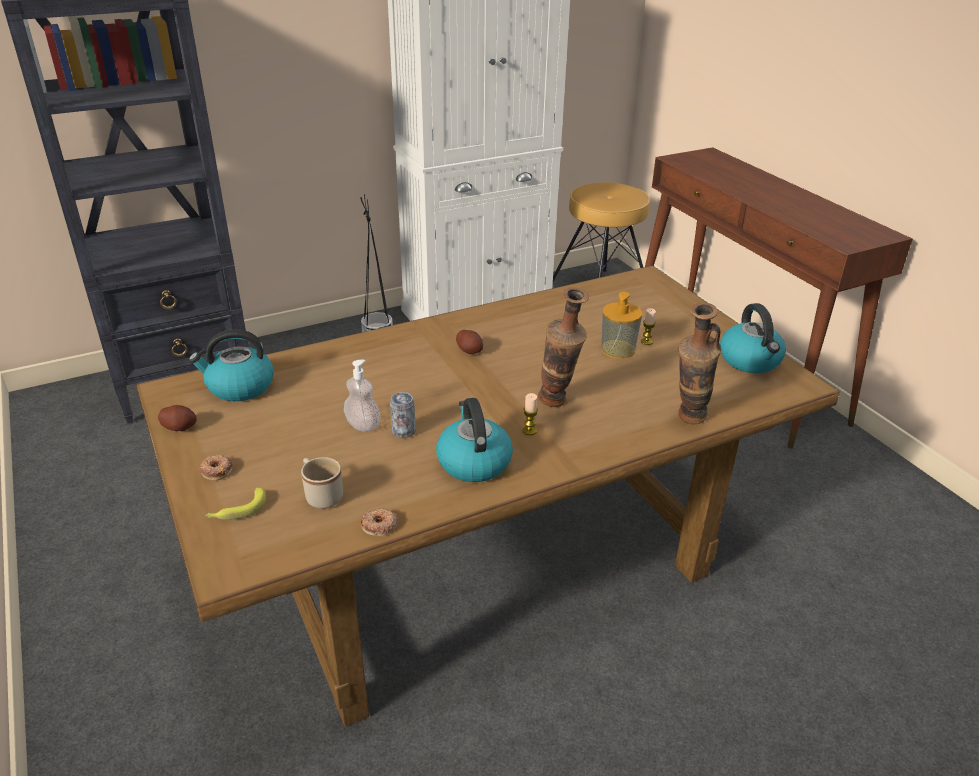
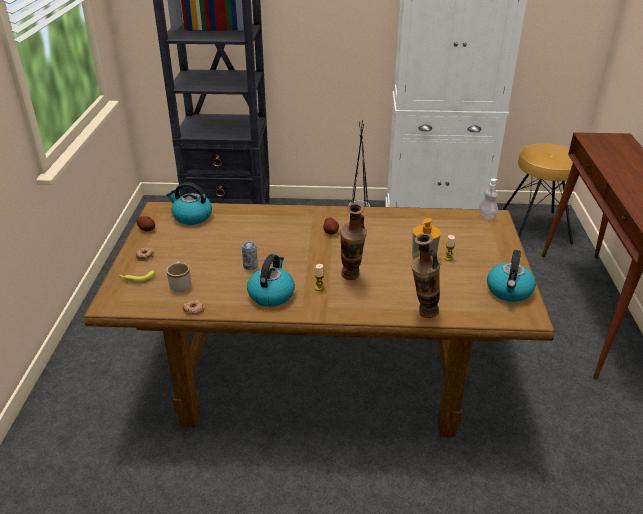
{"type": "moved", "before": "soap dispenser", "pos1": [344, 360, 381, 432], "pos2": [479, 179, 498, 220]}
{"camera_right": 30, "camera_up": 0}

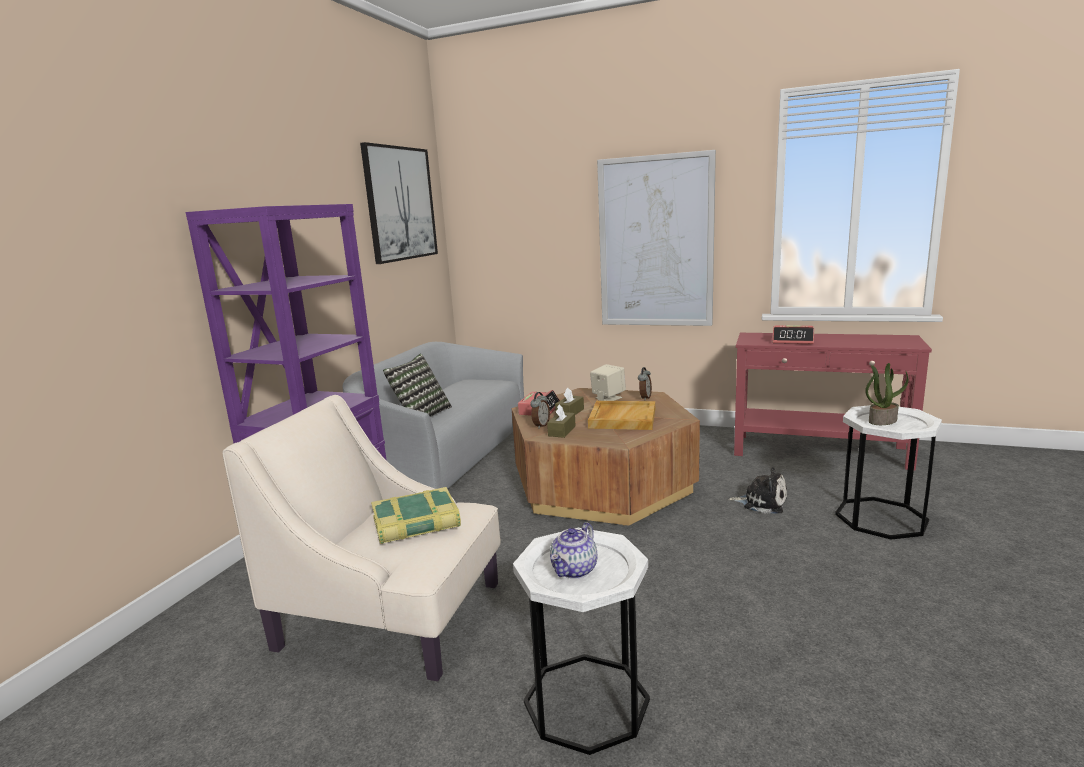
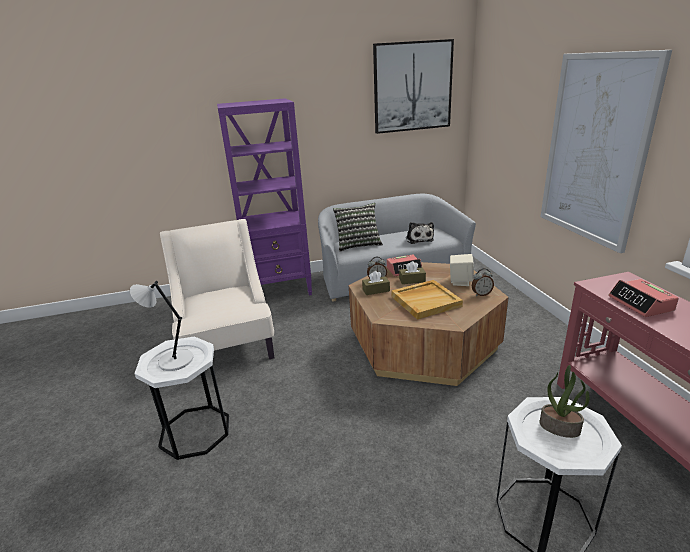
{"type": "removed", "before": "bound book", "pos1": [371, 487, 461, 544]}
{"type": "moved", "before": "plush toy", "pos1": [728, 467, 787, 514], "pos2": [406, 222, 434, 244]}
{"type": "replaced", "before": "teapot", "after": "greyish lamp for a table", "pos1": [550, 522, 597, 579], "pos2": [130, 281, 193, 371]}
{"camera_right": 55, "camera_up": 10}

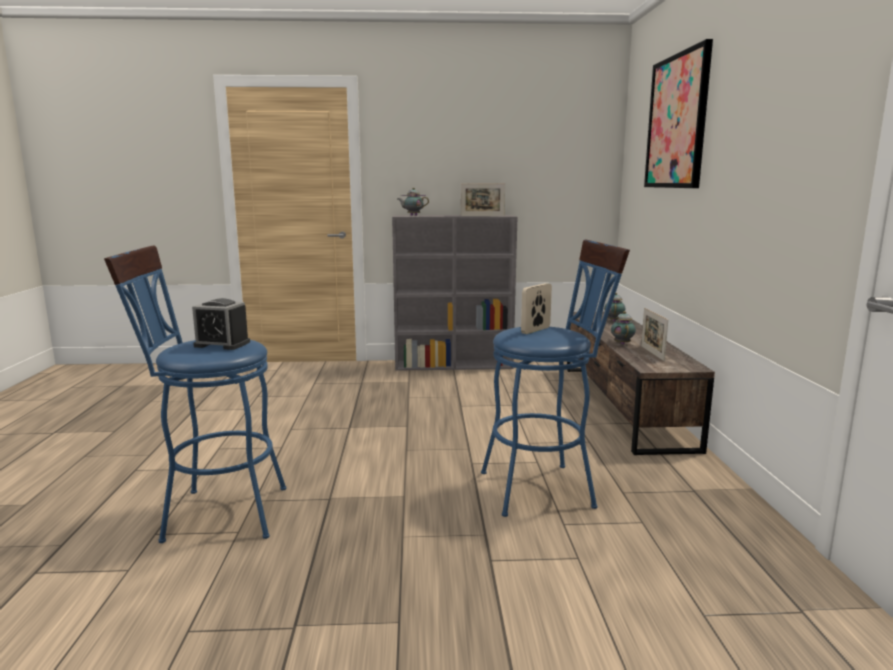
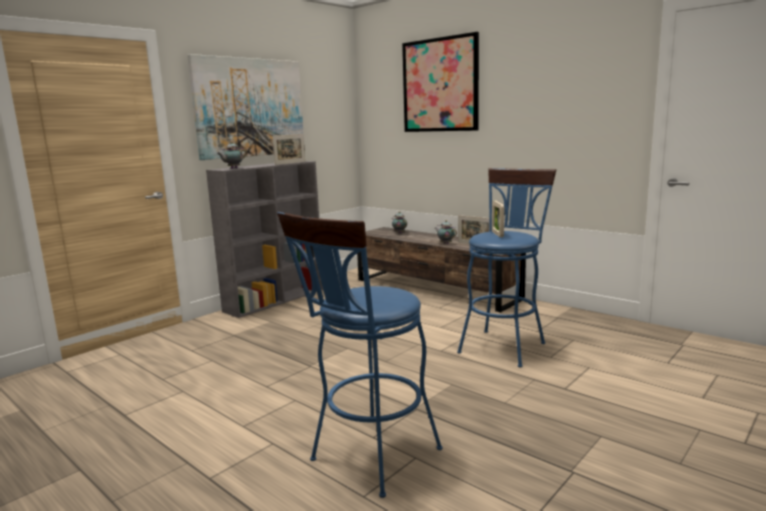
{"type": "removed", "before": "alarm clock", "pos1": [192, 298, 250, 350]}
{"type": "added", "after": "wall art", "pos2": [187, 54, 305, 160]}
{"camera_right": -45, "camera_up": 0}

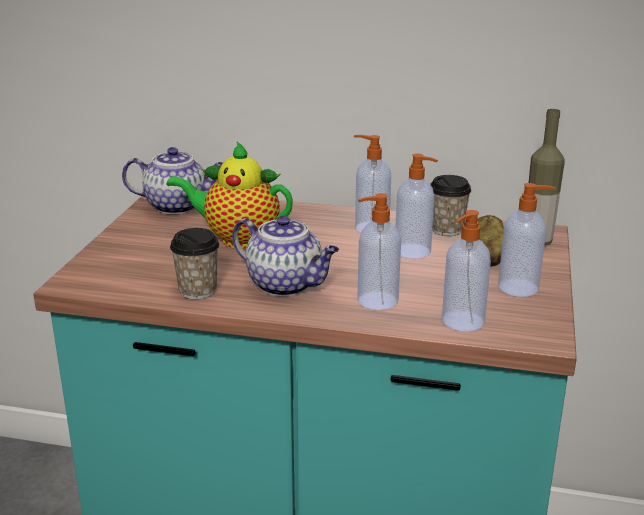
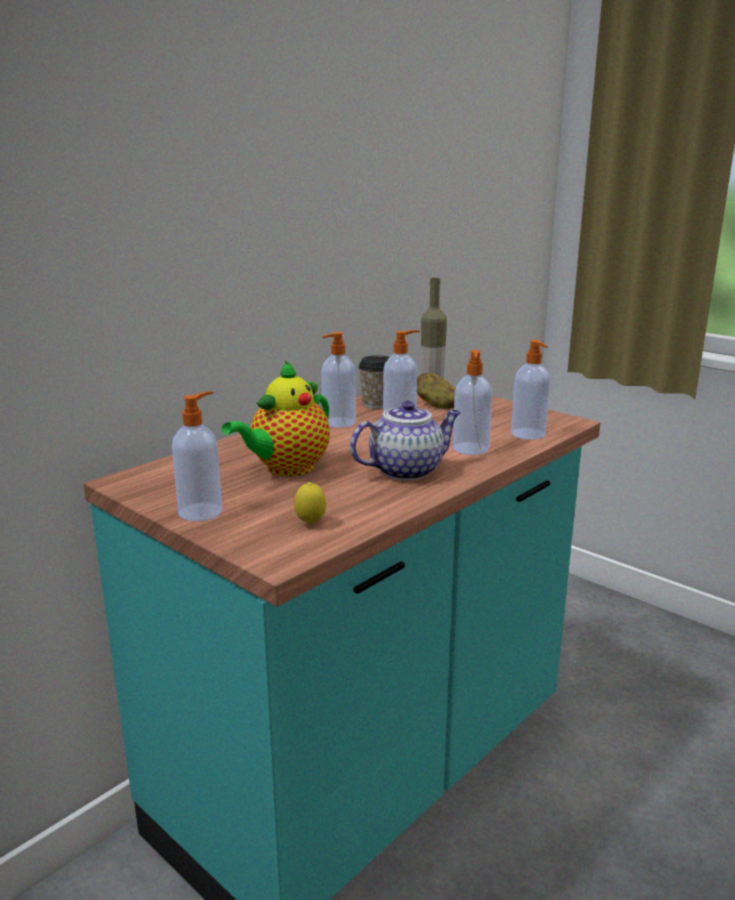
{"type": "removed", "before": "teapot", "pos1": [122, 147, 223, 214]}
{"type": "removed", "before": "small cup", "pos1": [170, 228, 219, 299]}
{"type": "added", "after": "citrus fruit", "pos2": [294, 482, 326, 525]}
{"type": "moved", "before": "soap dispenser", "pos1": [498, 183, 556, 297], "pos2": [172, 391, 222, 521]}
{"camera_right": -60, "camera_up": -5}

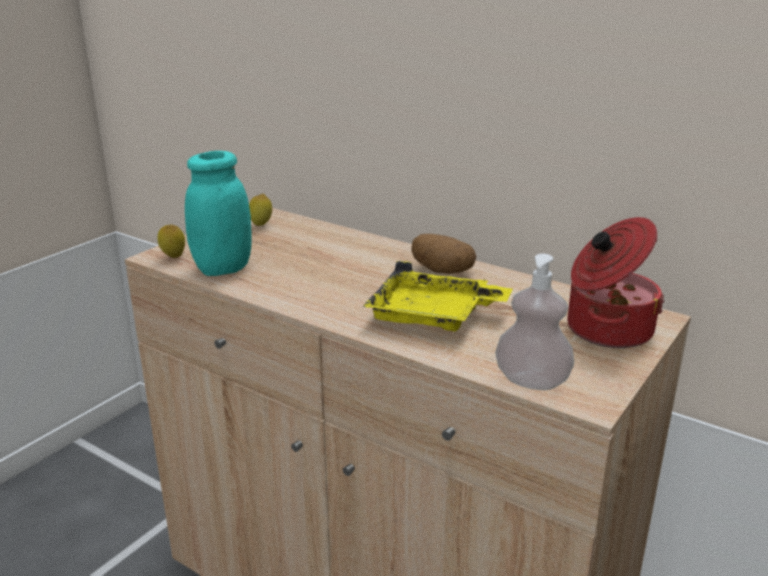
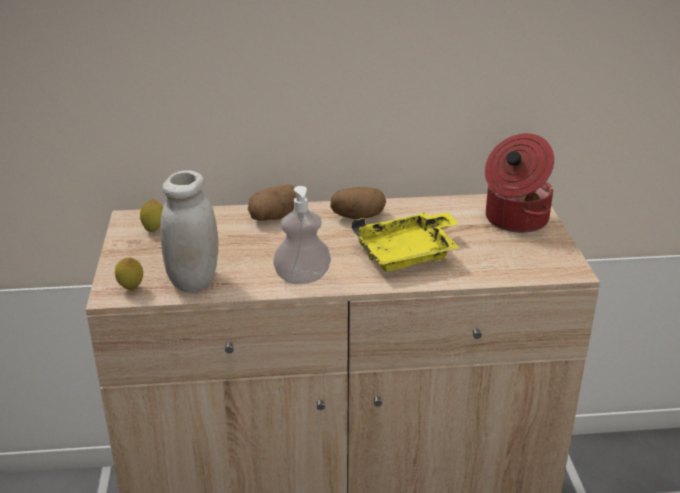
{"type": "added", "after": "potato", "pos2": [248, 185, 297, 221]}
{"type": "moved", "before": "soap dispenser", "pos1": [495, 254, 574, 390], "pos2": [273, 186, 331, 284]}
{"type": "recoloured", "before": "blue-green storage jar", "after": "white storage jar", "pos1": [185, 151, 252, 276], "pos2": [160, 170, 218, 293]}
{"camera_right": -40, "camera_up": 5}

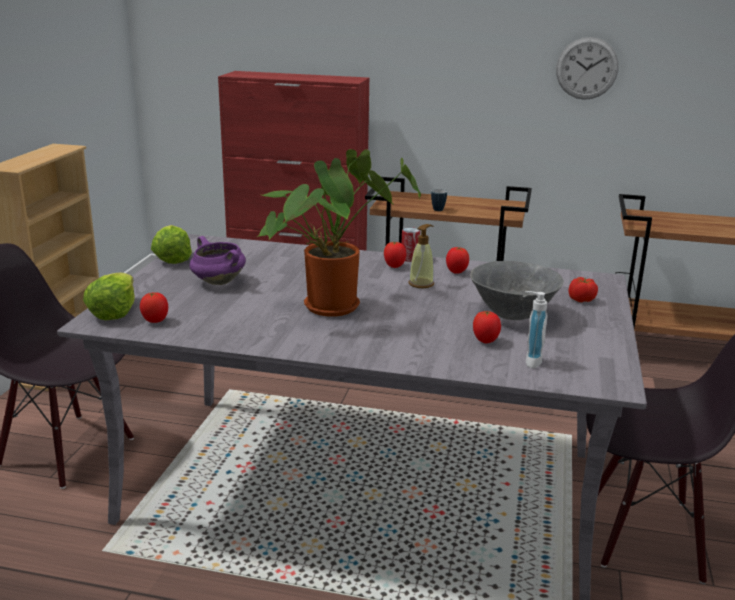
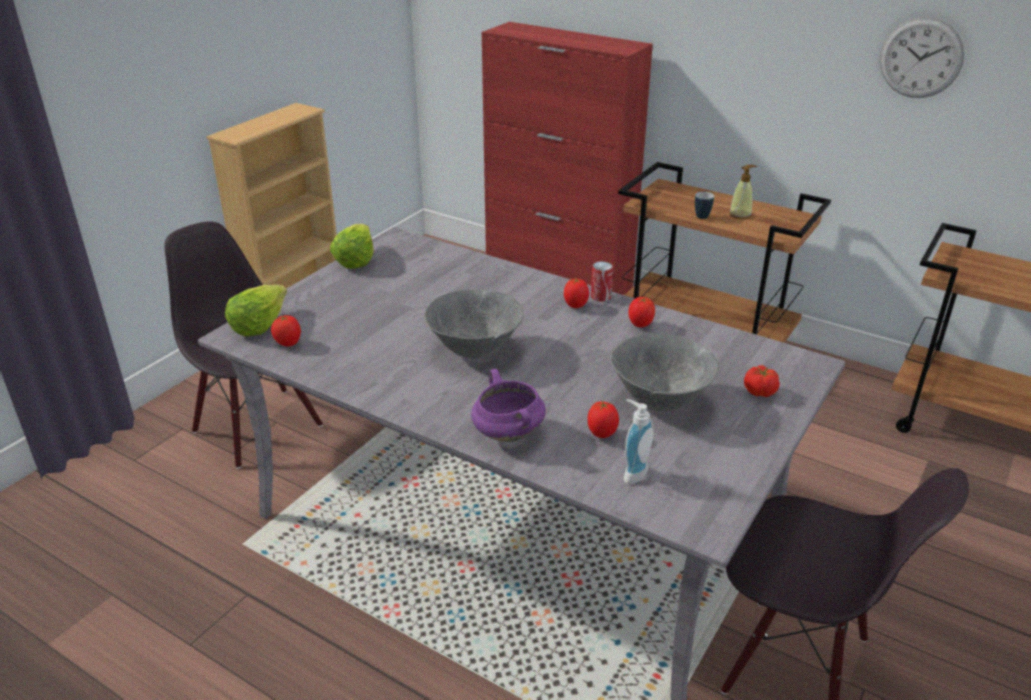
{"type": "moved", "before": "purplish stockpot", "pos1": [190, 236, 246, 285], "pos2": [471, 369, 546, 442]}
{"type": "moved", "before": "soap dispenser", "pos1": [408, 224, 434, 288], "pos2": [729, 165, 757, 219]}
{"type": "replaced", "before": "plant in a pot", "after": "greyish serving bowl", "pos1": [257, 149, 421, 317], "pos2": [424, 289, 524, 359]}
{"camera_right": 20, "camera_up": 10}

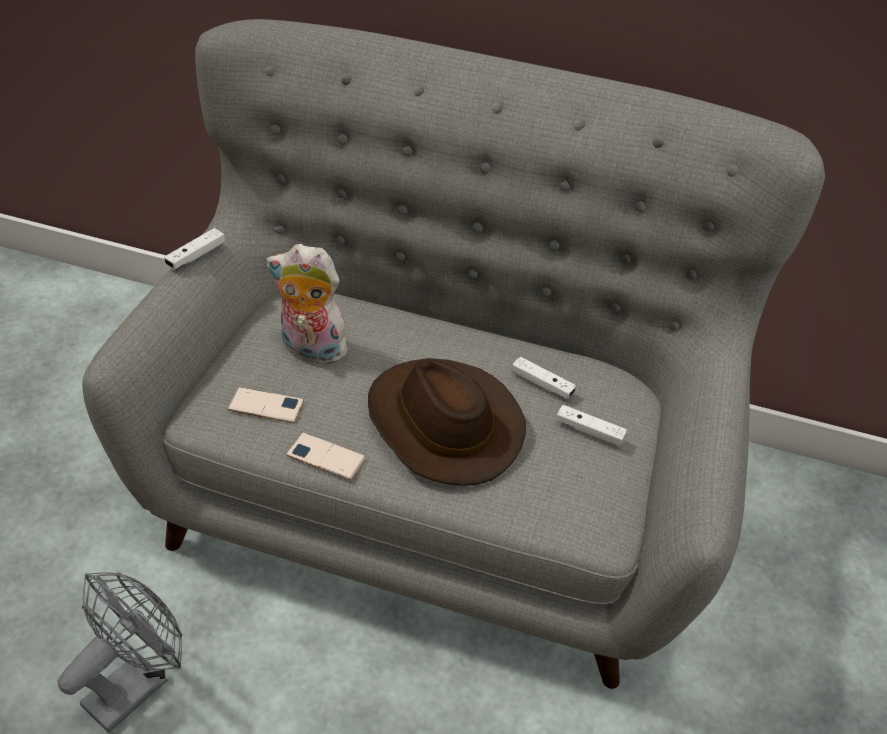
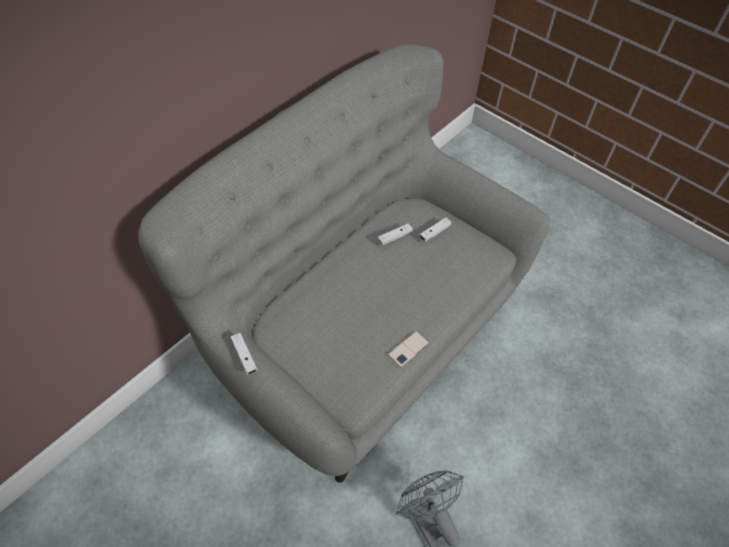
{"type": "removed", "before": "telephone", "pos1": [228, 387, 304, 423]}
{"type": "removed", "before": "plush toy", "pos1": [266, 244, 352, 365]}
{"type": "removed", "before": "brownish wearable hat", "pos1": [368, 358, 526, 486]}
{"camera_right": -65, "camera_up": 10}

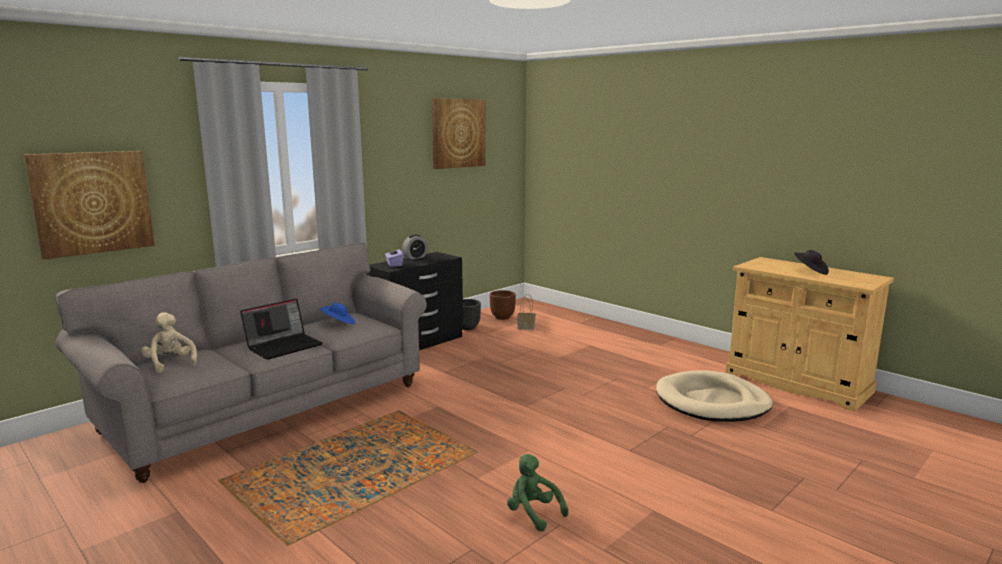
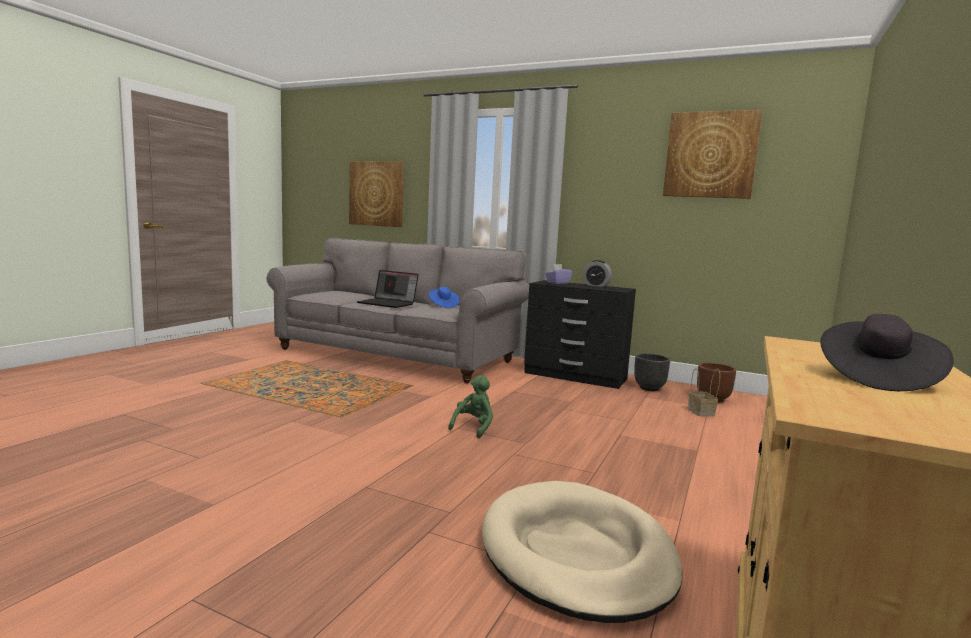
{"type": "removed", "before": "sand-coloured plush toy", "pos1": [141, 312, 197, 373]}
{"type": "moved", "before": "green-coloured plush toy", "pos1": [507, 454, 569, 532], "pos2": [448, 375, 493, 438]}
{"camera_right": 70, "camera_up": -5}

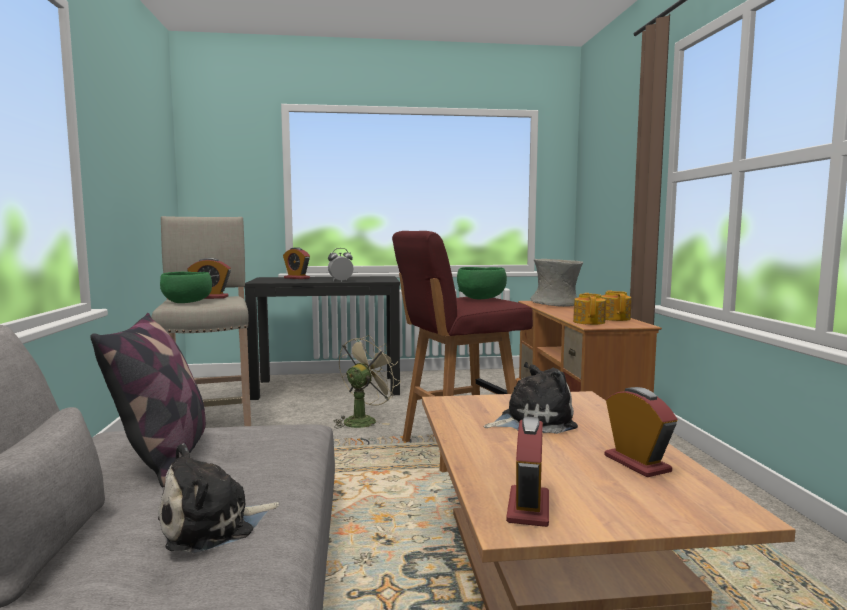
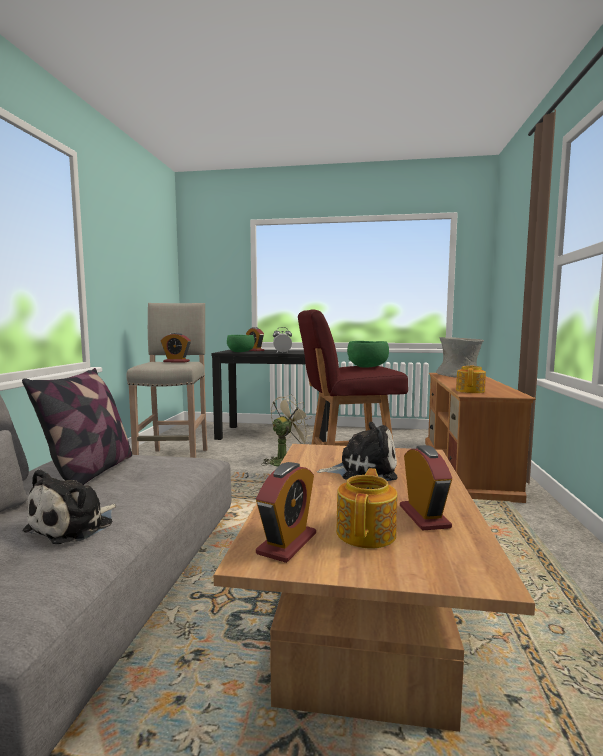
{"type": "moved", "before": "green-coloured serving bowl", "pos1": [160, 272, 212, 303], "pos2": [227, 335, 255, 352]}
{"type": "moved", "before": "teapot", "pos1": [601, 290, 632, 321], "pos2": [336, 468, 398, 549]}
{"type": "turned", "before": "plush toy", "pos1": [158, 443, 279, 553], "pos2": [23, 469, 116, 544], "turn": -45}
{"camera_right": 15, "camera_up": 0}

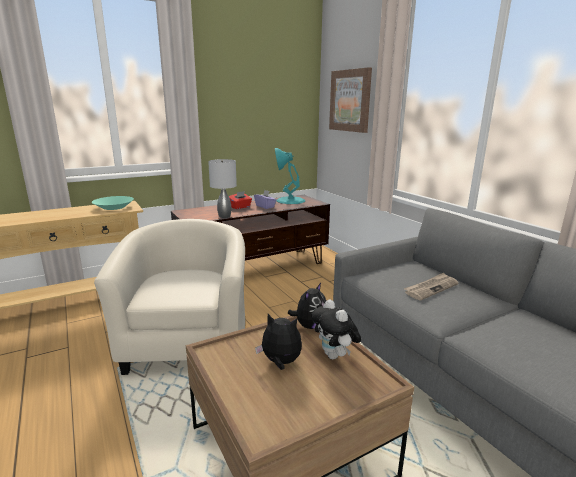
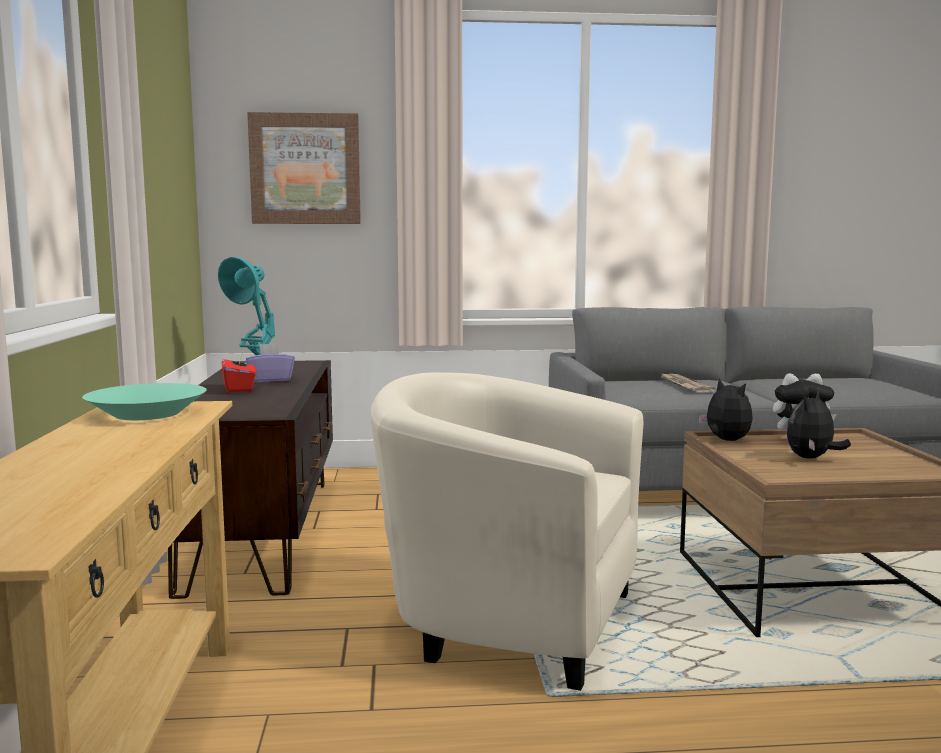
{"type": "removed", "before": "greyish lamp for a table", "pos1": [208, 159, 237, 218]}
{"camera_right": -65, "camera_up": -10}

